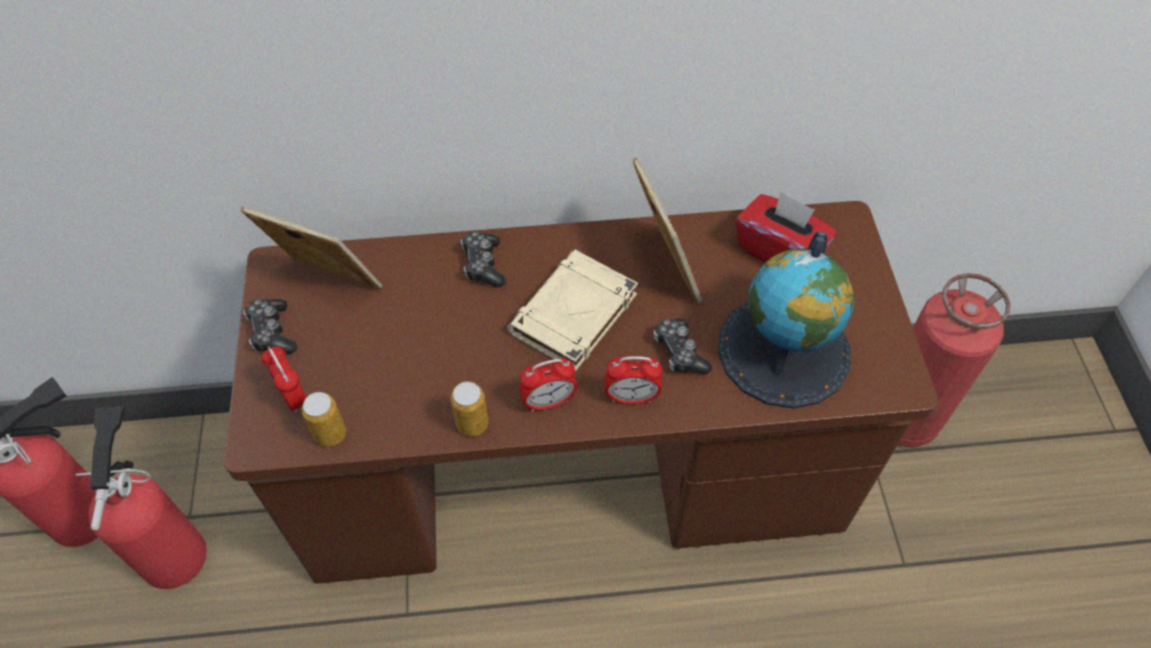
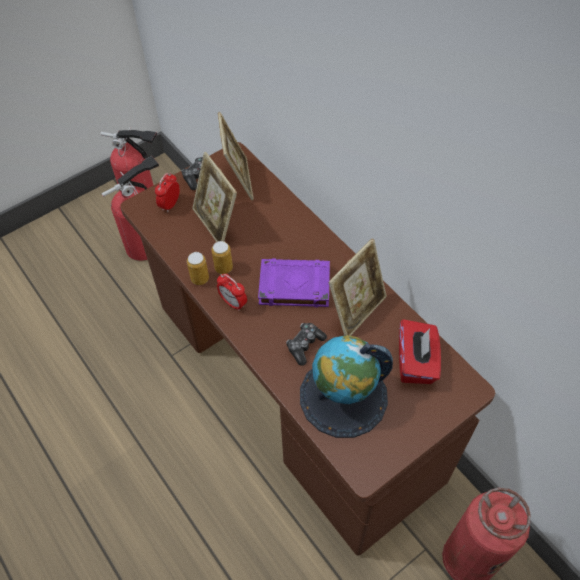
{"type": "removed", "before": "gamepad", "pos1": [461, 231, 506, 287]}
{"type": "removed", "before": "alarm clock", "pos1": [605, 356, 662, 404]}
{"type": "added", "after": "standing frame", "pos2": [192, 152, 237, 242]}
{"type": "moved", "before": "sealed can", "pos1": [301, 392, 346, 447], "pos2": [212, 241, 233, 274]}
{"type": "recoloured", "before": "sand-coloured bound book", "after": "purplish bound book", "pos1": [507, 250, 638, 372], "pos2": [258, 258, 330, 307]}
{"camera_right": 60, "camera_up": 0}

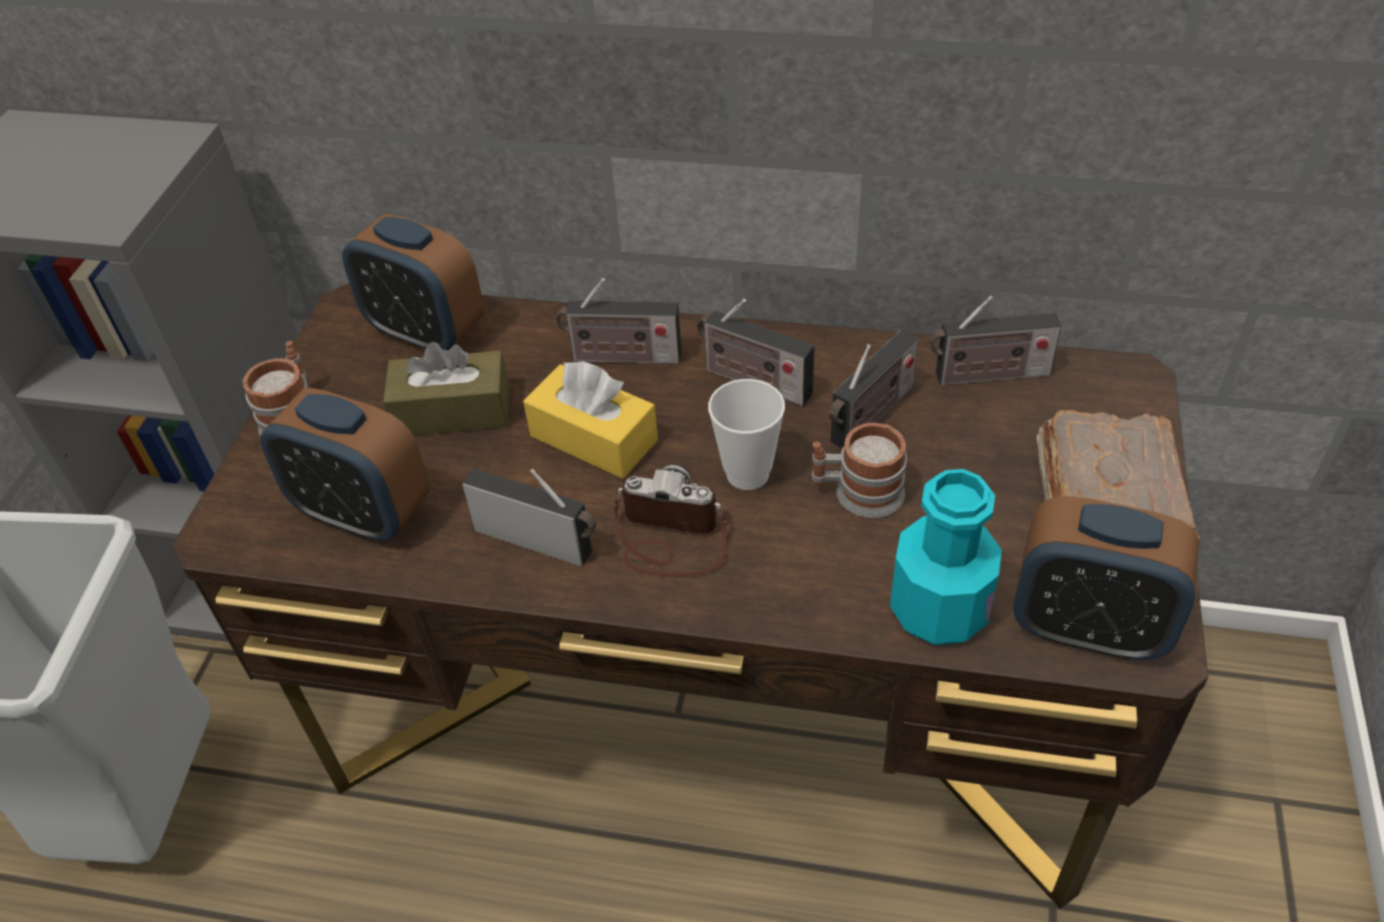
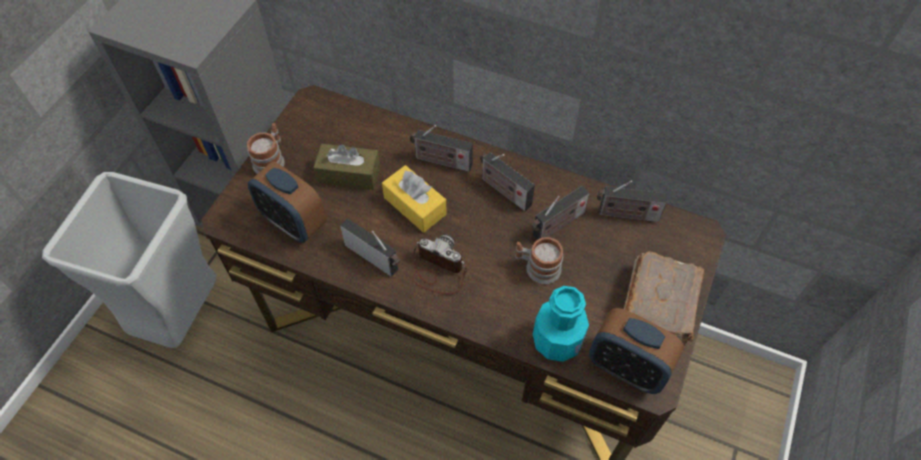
{"type": "removed", "before": "alarm clock", "pos1": [342, 214, 484, 351]}
{"type": "removed", "before": "small cup", "pos1": [708, 379, 785, 490]}
{"camera_right": 10, "camera_up": 10}

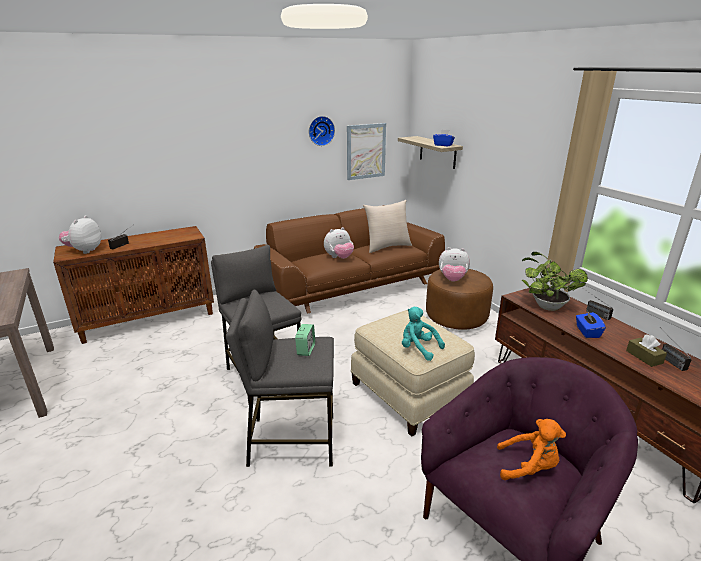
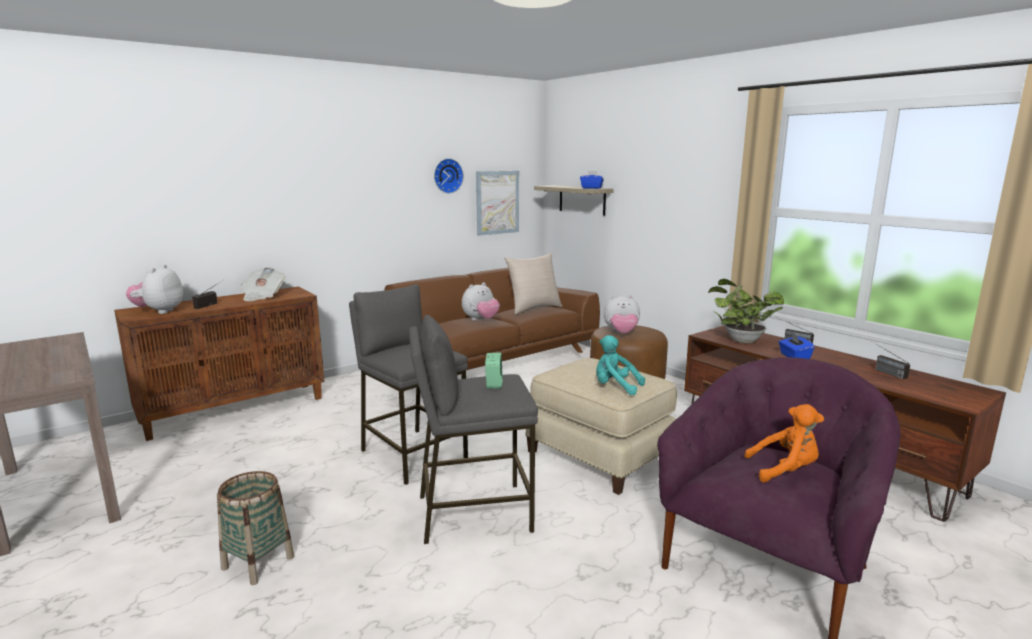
{"type": "removed", "before": "brownish tissue holder", "pos1": [626, 334, 667, 367]}
{"type": "added", "after": "basket", "pos2": [217, 471, 294, 585]}
{"type": "added", "after": "printed paper", "pos2": [241, 267, 285, 301]}
{"camera_right": -10, "camera_up": -10}

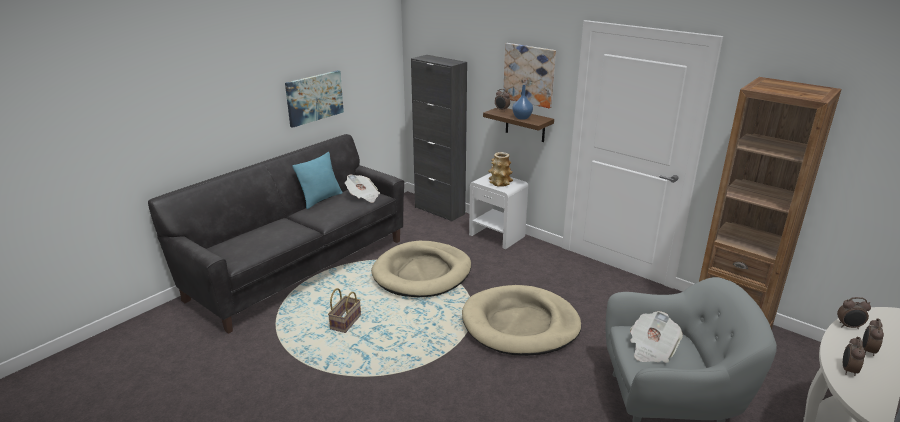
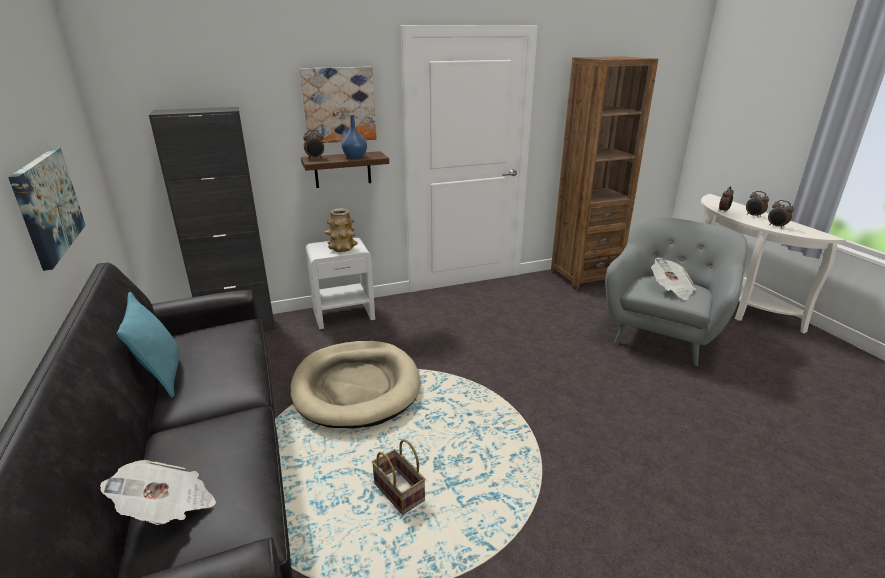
{"type": "removed", "before": "sand-coloured dog bed", "pos1": [462, 285, 581, 356]}
{"type": "moved", "before": "printed paper", "pos1": [345, 175, 380, 203], "pos2": [100, 460, 216, 525]}
{"camera_right": -60, "camera_up": 0}

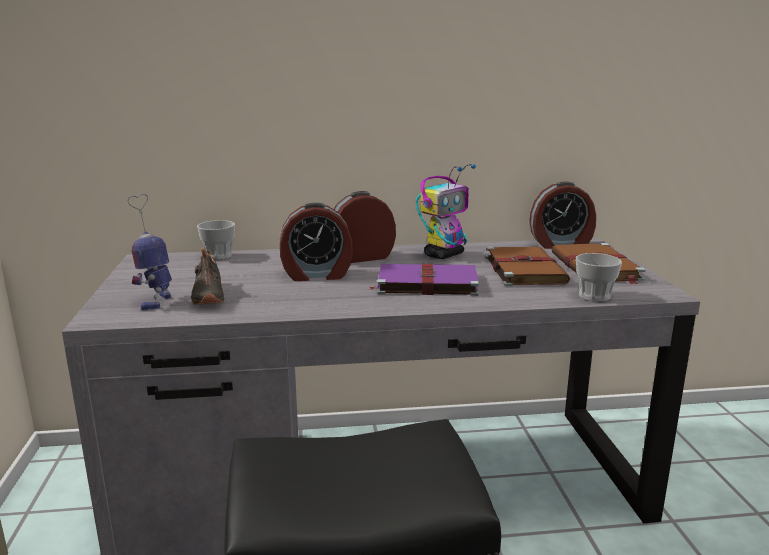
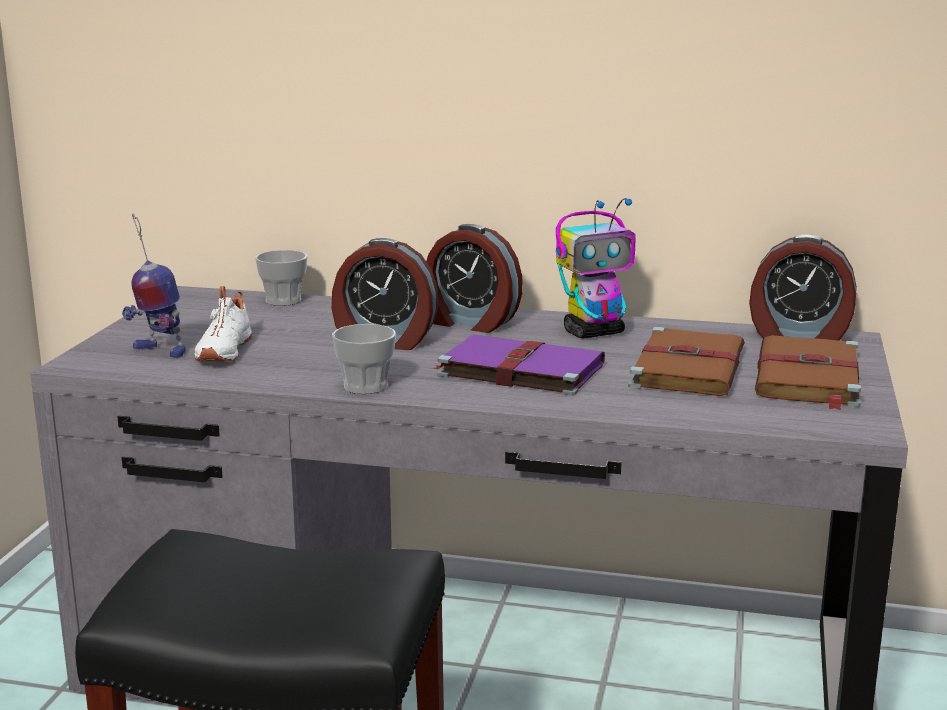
{"type": "moved", "before": "small cup", "pos1": [576, 253, 622, 302], "pos2": [332, 324, 396, 394]}
{"type": "recoloured", "before": "blackish item of footwear", "after": "white item of footwear", "pos1": [191, 247, 225, 305], "pos2": [195, 286, 252, 362]}
{"type": "turned", "before": "robot figure", "pos1": [128, 194, 172, 310], "pos2": [122, 214, 186, 358], "turn": -90}
{"type": "turned", "before": "alarm clock", "pos1": [334, 191, 396, 263], "pos2": [426, 224, 523, 333], "turn": -150}
{"camera_right": 20, "camera_up": 0}

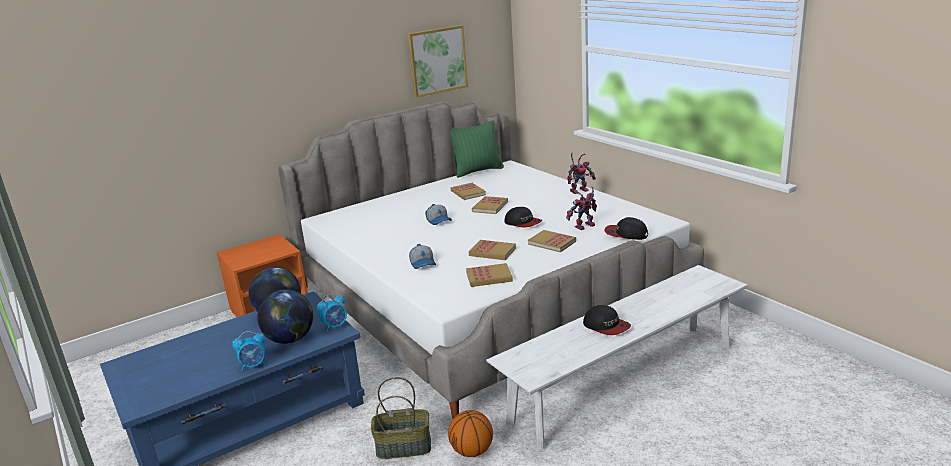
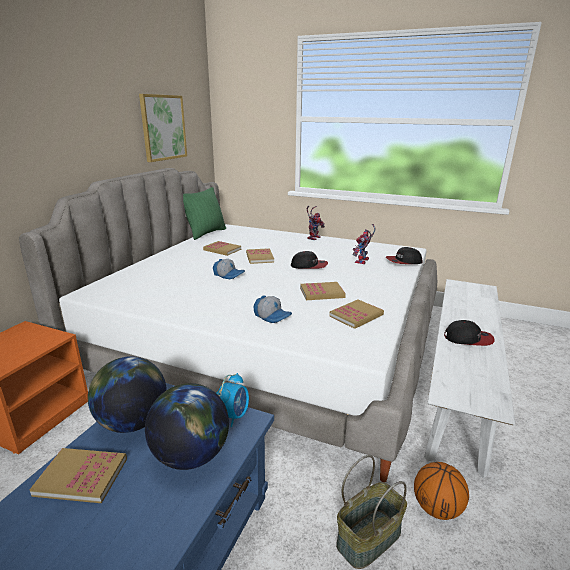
{"type": "removed", "before": "alarm clock", "pos1": [233, 331, 266, 371]}
{"type": "moved", "before": "bound book", "pos1": [528, 230, 576, 252], "pos2": [30, 448, 127, 503]}
{"camera_right": -35, "camera_up": 0}

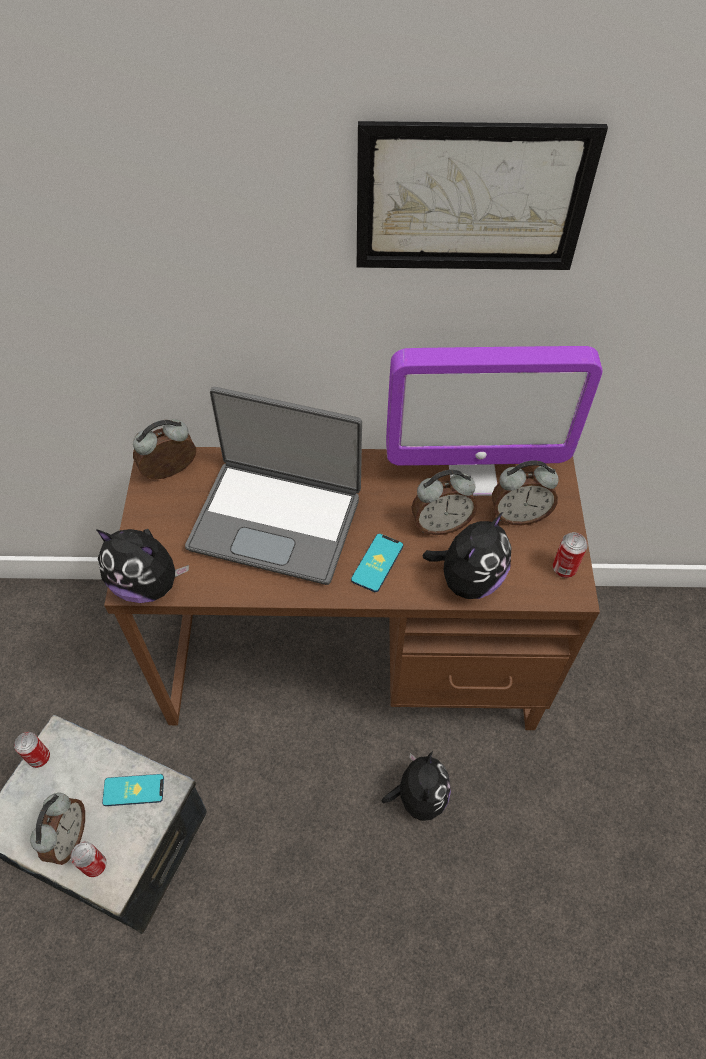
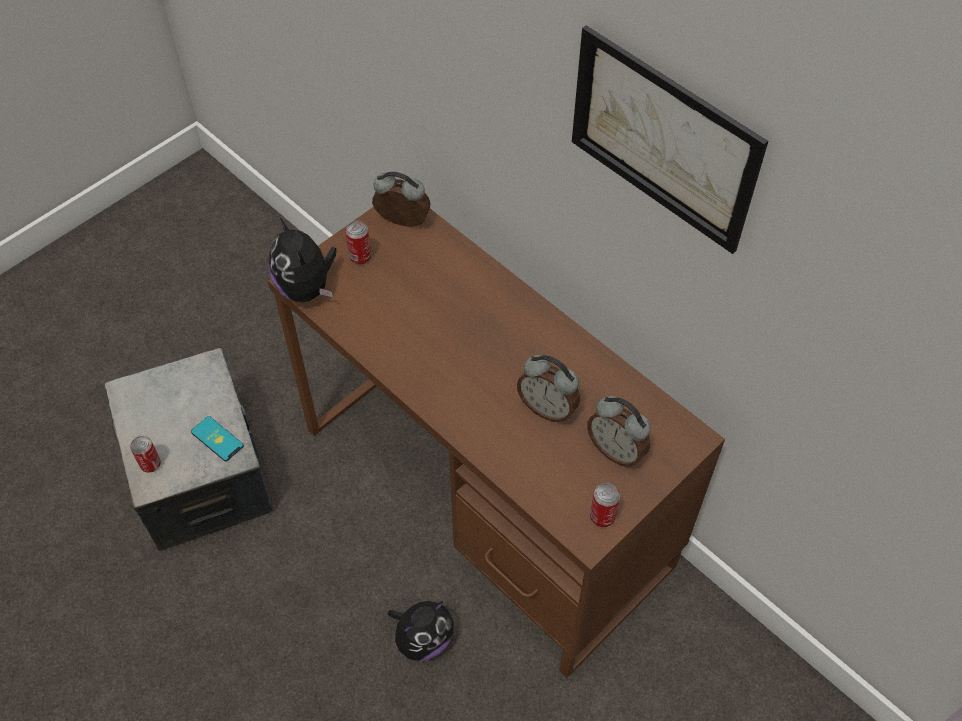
{"type": "removed", "before": "alarm clock", "pos1": [30, 793, 85, 865]}
{"type": "removed", "before": "notebook computer", "pos1": [185, 387, 362, 585]}
{"type": "removed", "before": "telephone", "pos1": [351, 534, 403, 592]}
{"type": "removed", "before": "computer display", "pos1": [386, 346, 603, 496]}
{"type": "removed", "before": "plush toy", "pos1": [423, 512, 511, 599]}
{"type": "moved", "before": "sealed can", "pos1": [14, 732, 50, 768], "pos2": [345, 221, 371, 265]}
{"camera_right": 45, "camera_up": 0}

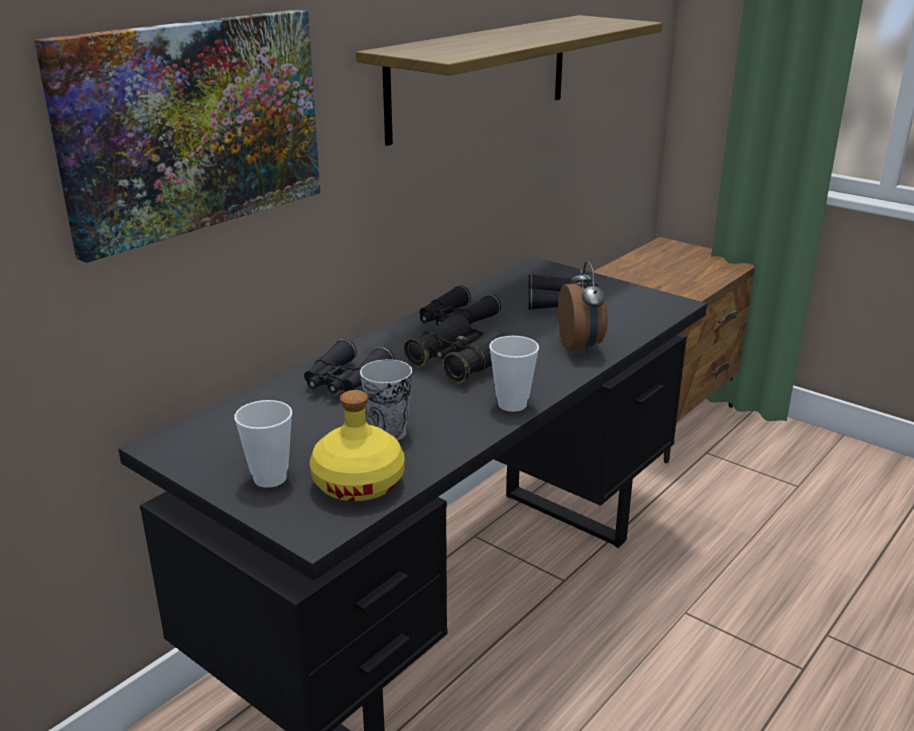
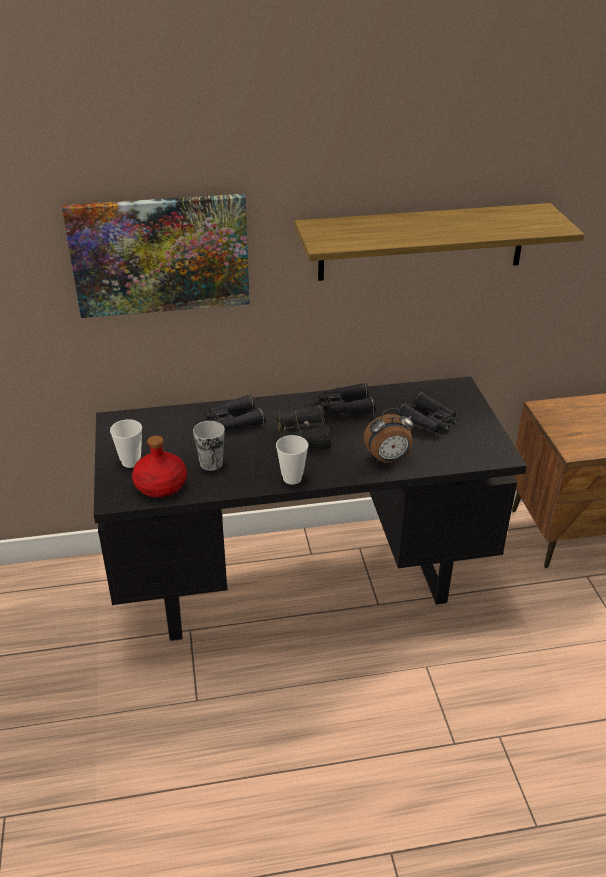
{"type": "recoloured", "before": "yellowish beverage bottle", "after": "red-coloured beverage bottle", "pos1": [310, 390, 405, 501], "pos2": [132, 435, 187, 497]}
{"type": "turned", "before": "alarm clock", "pos1": [558, 261, 608, 355], "pos2": [363, 408, 414, 463], "turn": 45}
{"camera_right": 40, "camera_up": 10}

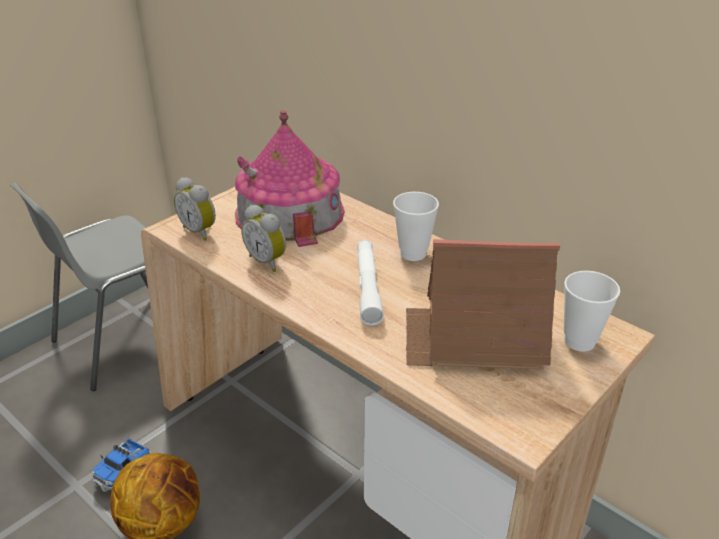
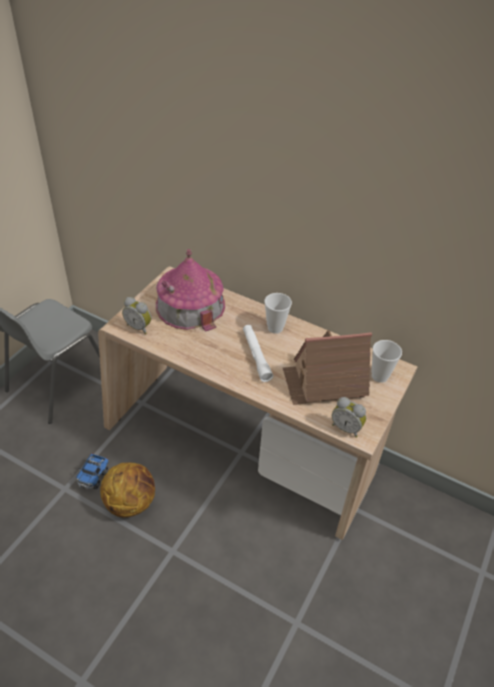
{"type": "moved", "before": "alarm clock", "pos1": [241, 205, 286, 272], "pos2": [332, 397, 366, 438]}
{"camera_right": -15, "camera_up": 10}

